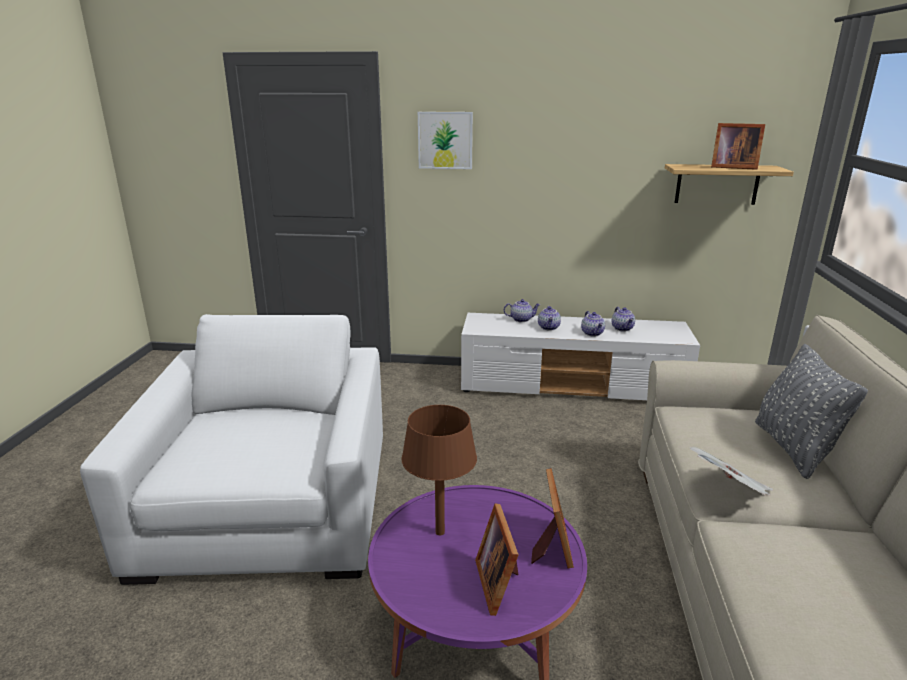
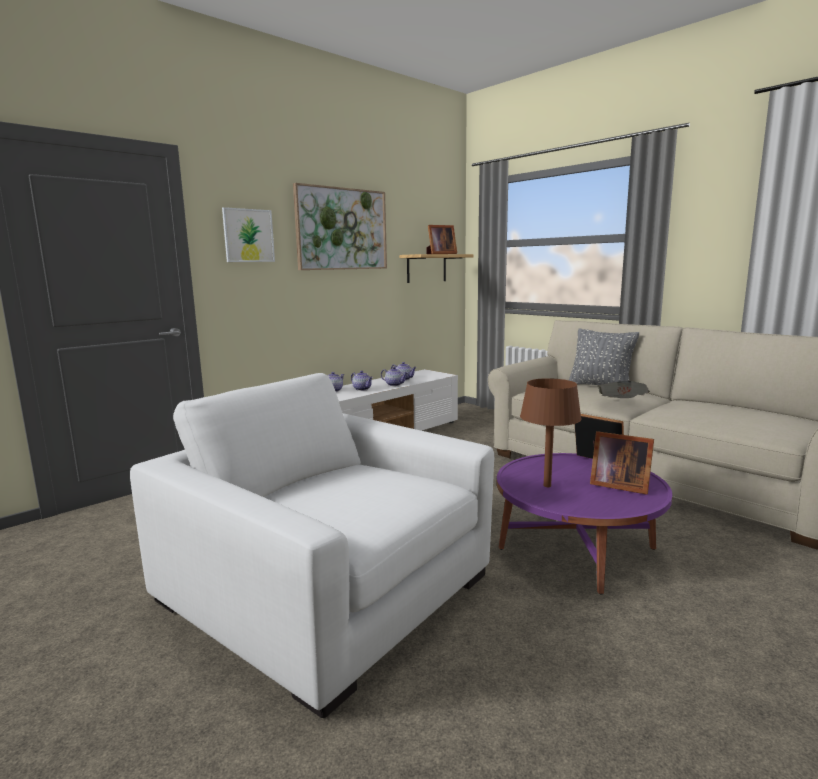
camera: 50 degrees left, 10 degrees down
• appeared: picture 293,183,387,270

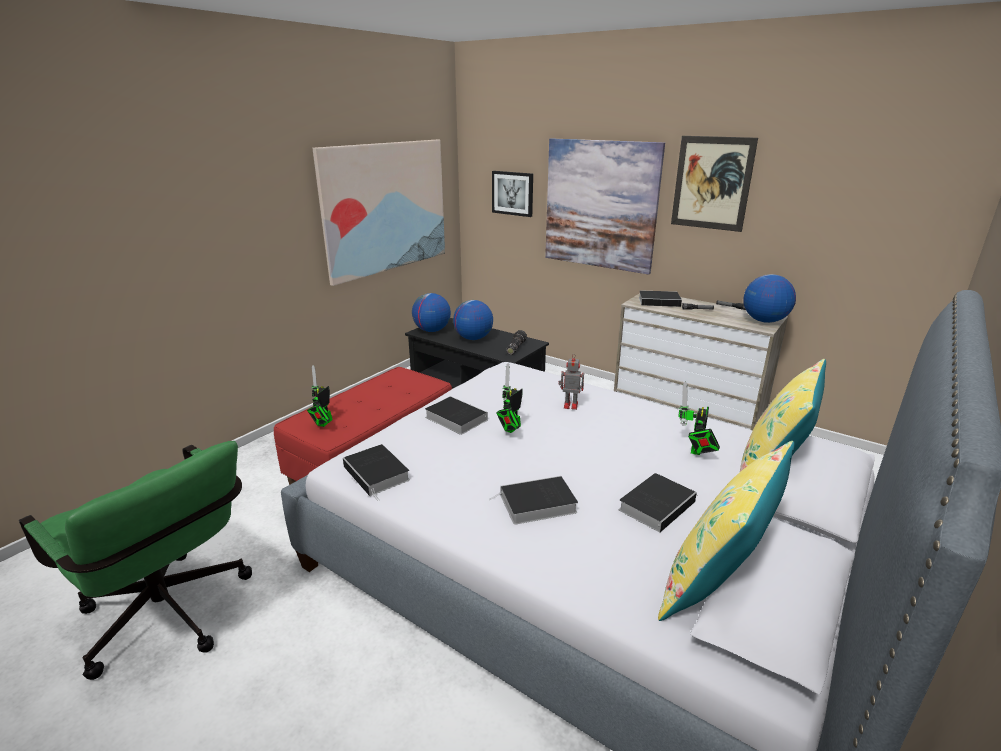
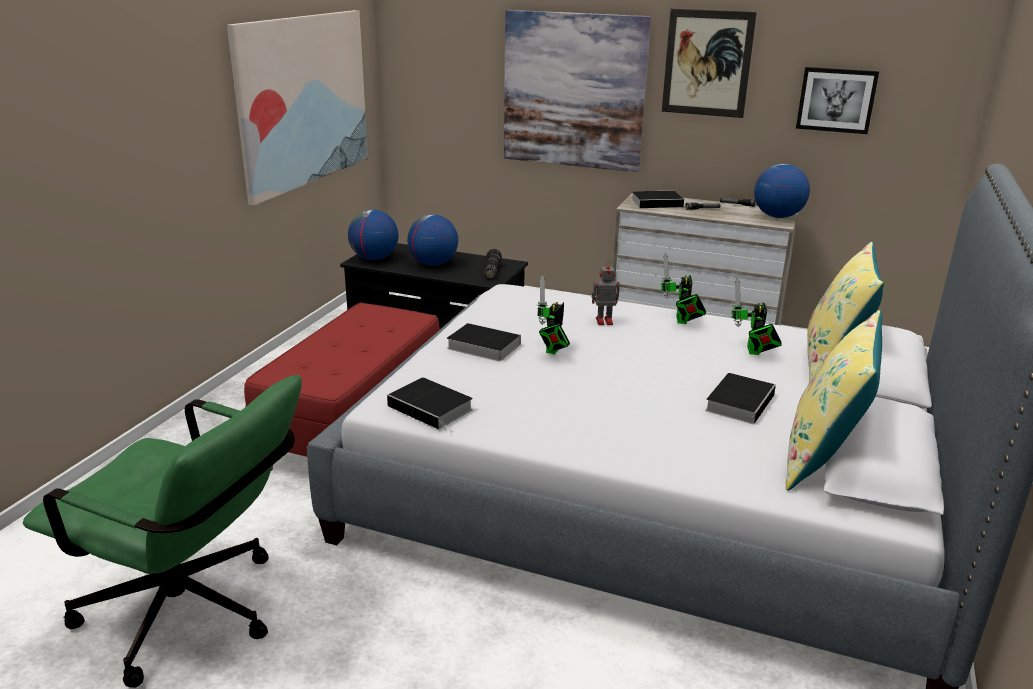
camera: 15 degrees left, 0 degrees up
• relocated: robot_figure 307,365,333,427 to 661,253,706,324
• missing: volume 490,476,578,525
• relocated: picture 492,171,533,217 to 796,67,879,134

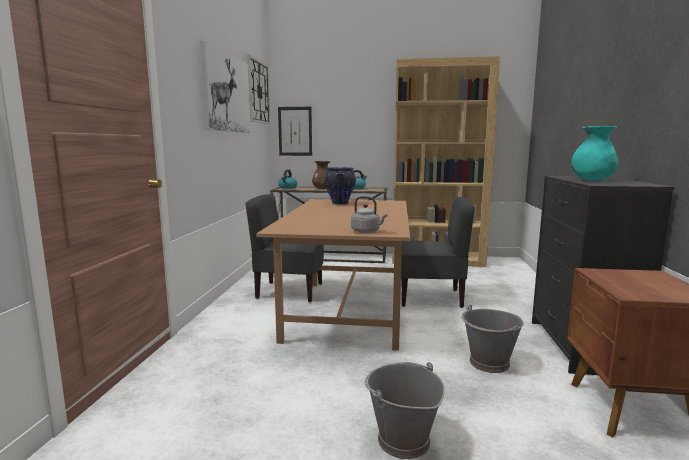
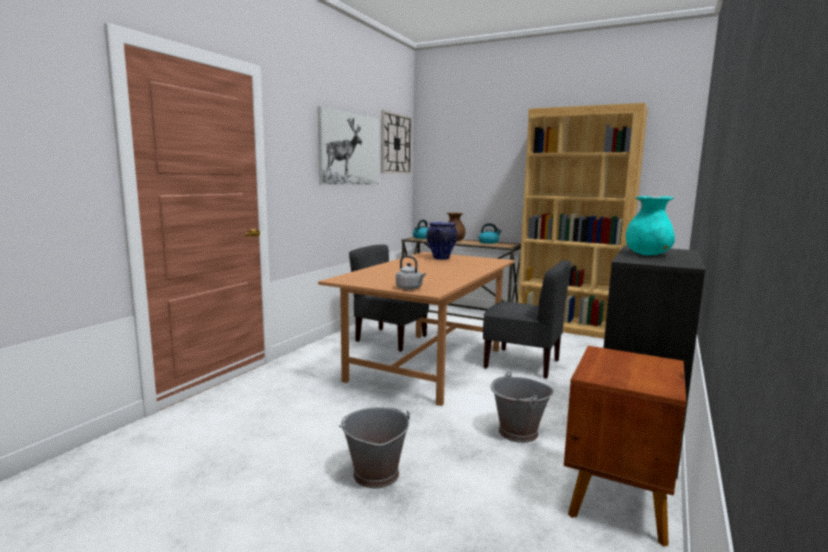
camera: 20 degrees right, 0 degrees up
• missing: picture 278,107,312,156

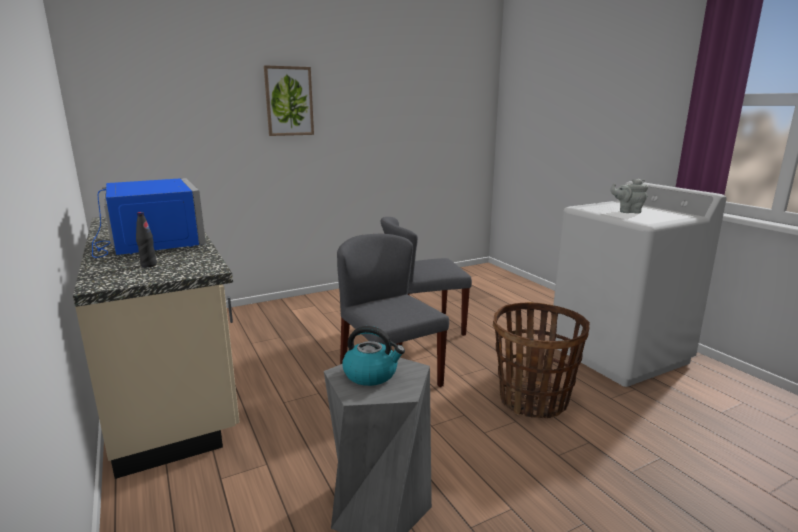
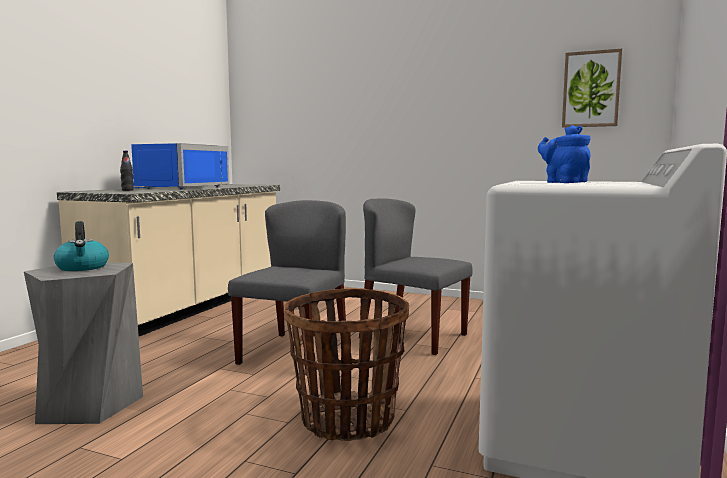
camera: 50 degrees right, 10 degrees down
• relocated: picture 264,65,314,136 to 562,49,622,128
• colour: grey_tea_pot 610,179,648,213 to blue_tea_pot 538,125,590,183

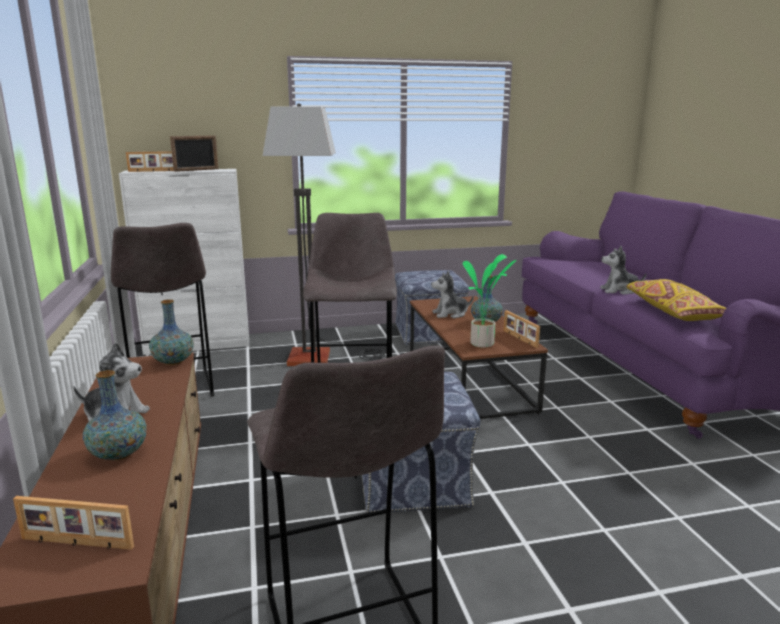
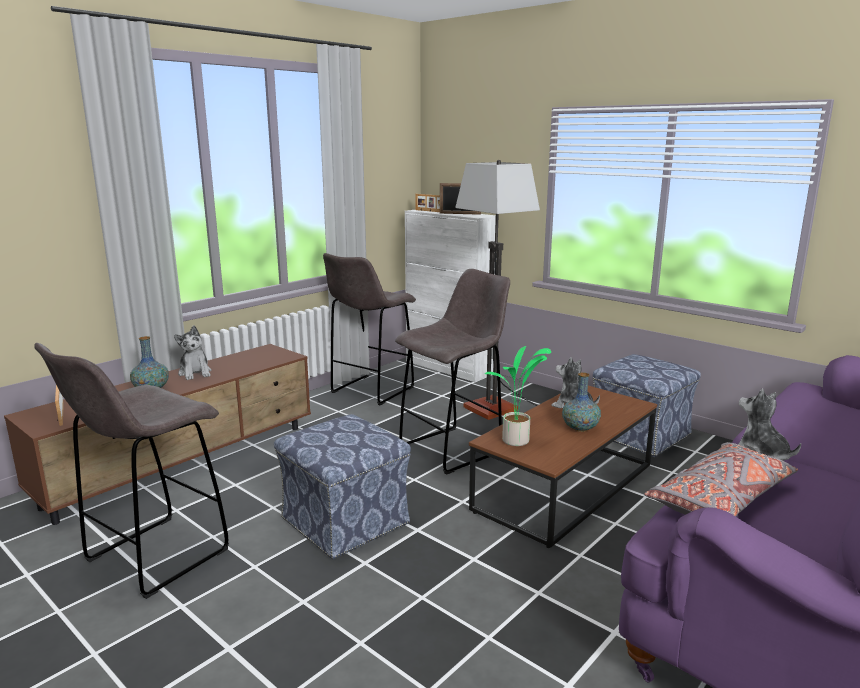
camera: 55 degrees right, 0 degrees up
• missing: decorative_vase 149,299,194,365
• missing: photo_frame 504,310,540,348
• colour: yellowish_throw_pillow 626,279,726,321 to grey_throw_pillow 644,442,798,517

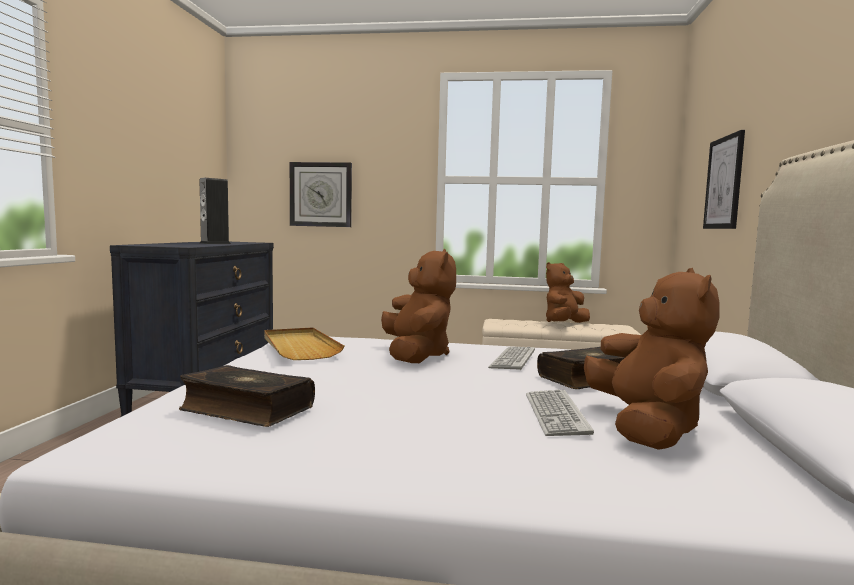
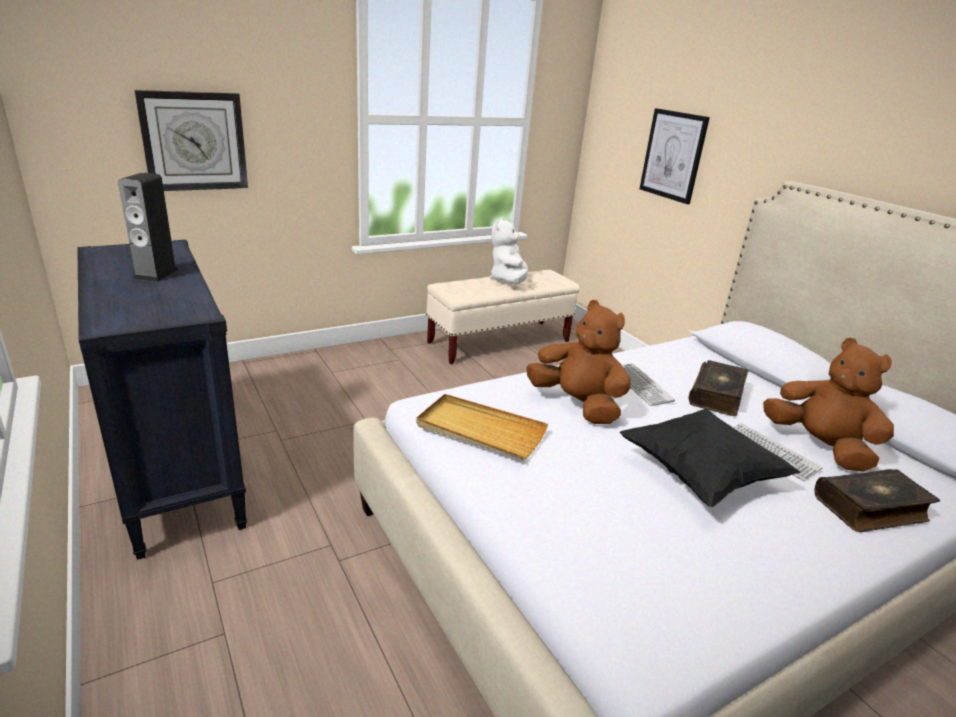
camera: 40 degrees left, 20 degrees up
• relocated: volume 179,365,315,427 to 814,469,940,532
• colour: brown_cuddly_toy 546,262,590,323 to white-coloured_cuddly_toy 490,218,528,284
• appeared: blackish_throw_pillow 620,408,801,507

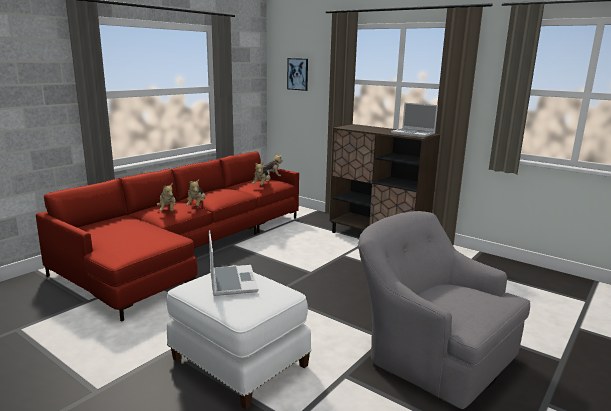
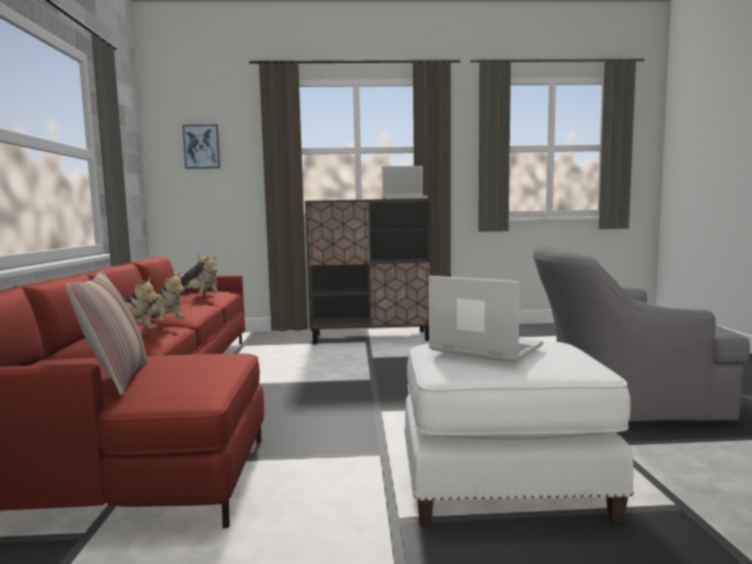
camera: 40 degrees left, 10 degrees down
• appeared: throw_pillow 65,270,148,395

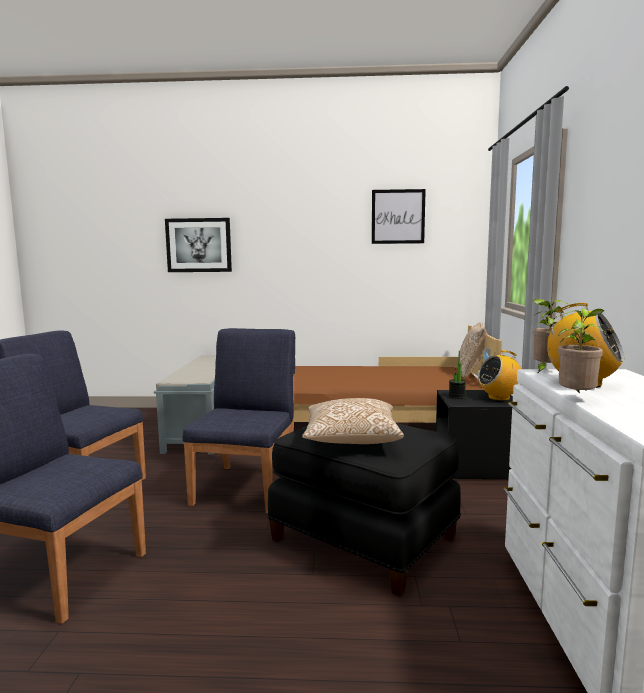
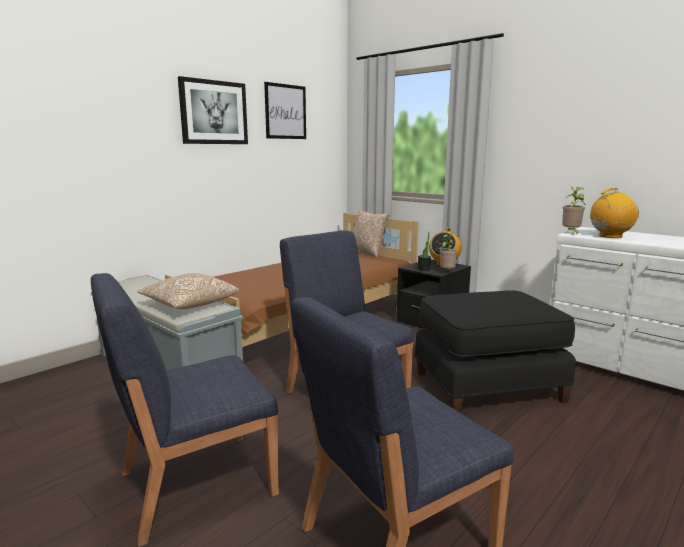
camera: 50 degrees left, 5 degrees up
• relocated: picture 165,218,232,272 to 178,76,248,144
• relocated: throw_pillow 302,398,404,444 to 137,273,239,309
• relocated: plant_in_a_pot 558,308,605,394 to 440,233,457,269

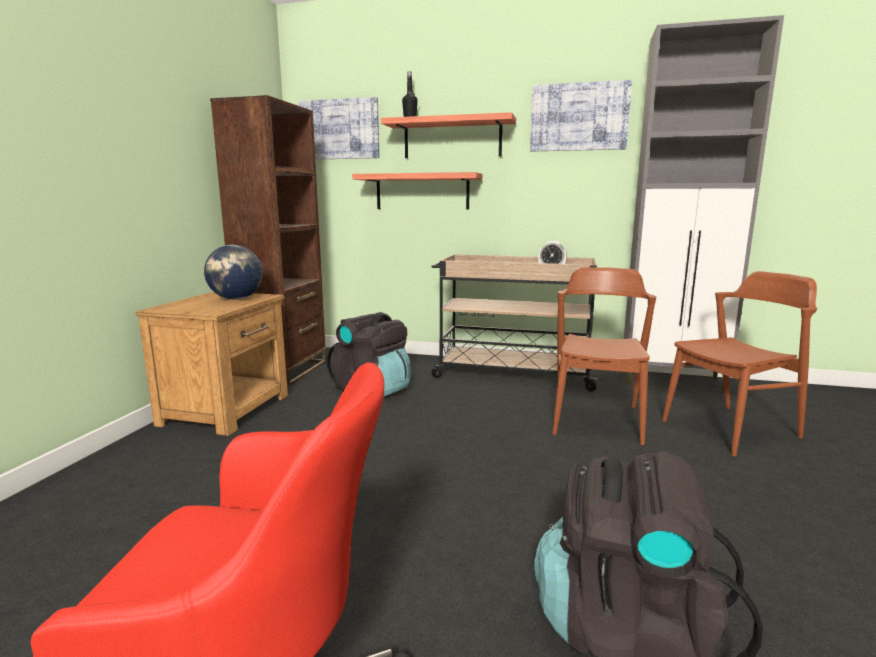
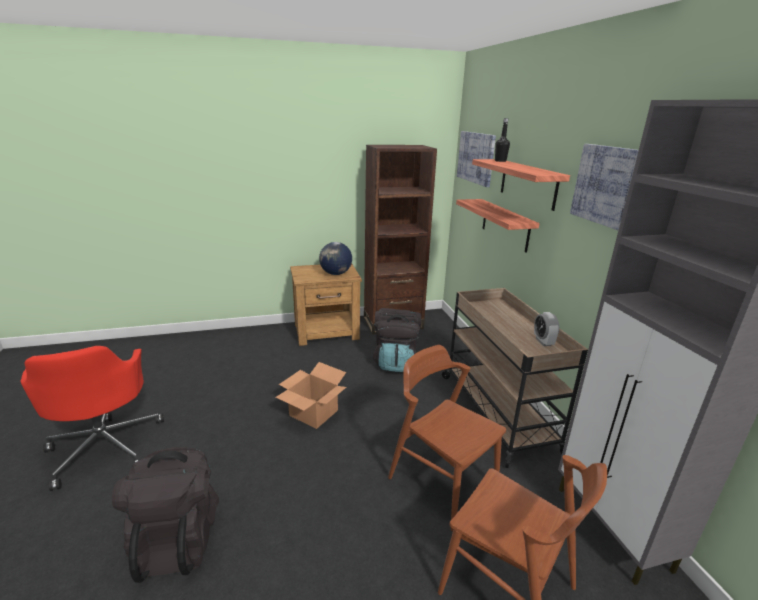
camera: 60 degrees right, 10 degrees up
• spun: brown_plain_chair 552,267,656,445 = 388,345,506,531 120 degrees counterclockwise
• appeared: cardboard_box 275,362,346,429

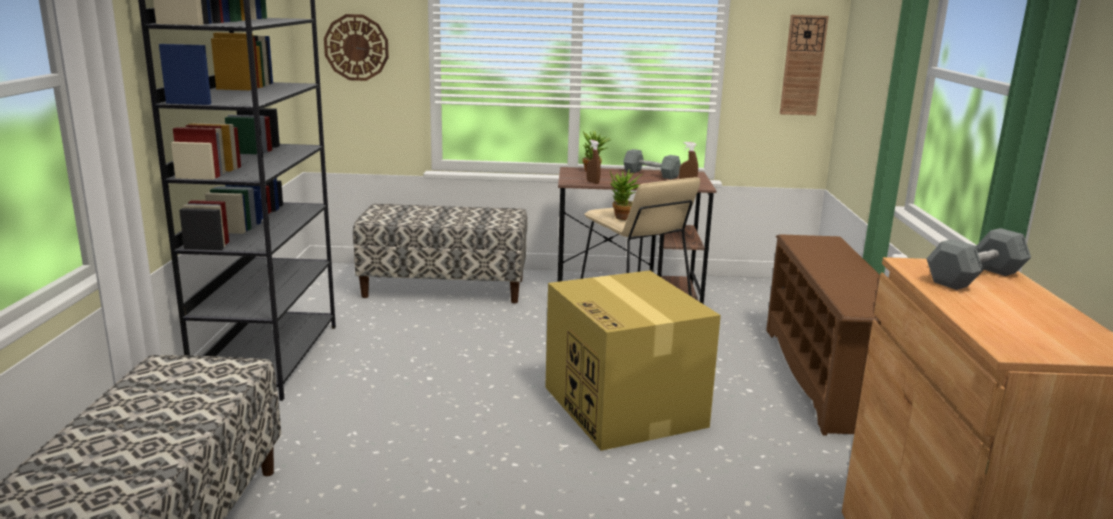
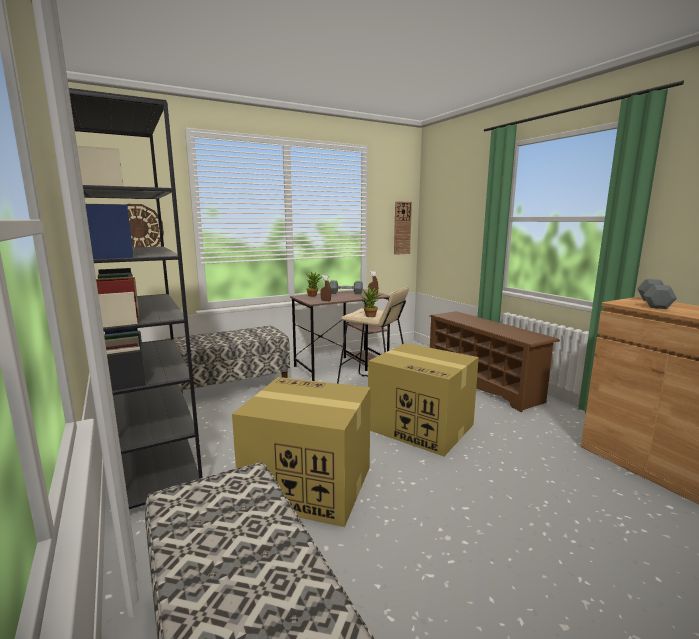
camera: 30 degrees left, 5 degrees down
• appeared: cardboard_box 232,377,371,527

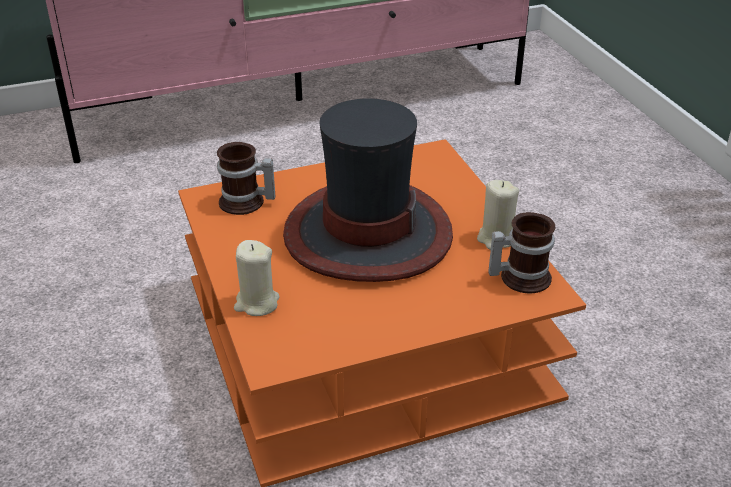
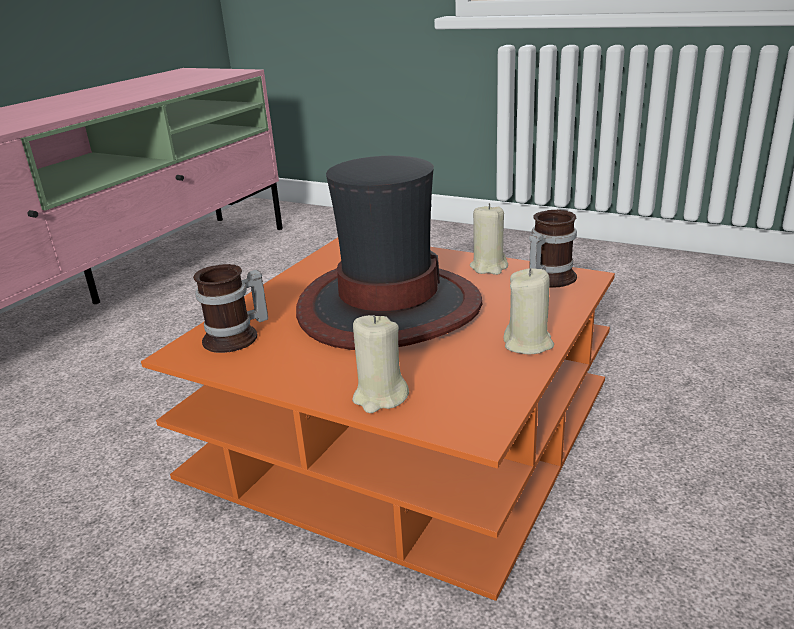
camera: 40 degrees left, 10 degrees down
• appeared: sand-coloured_wax_light 503,268,554,355

